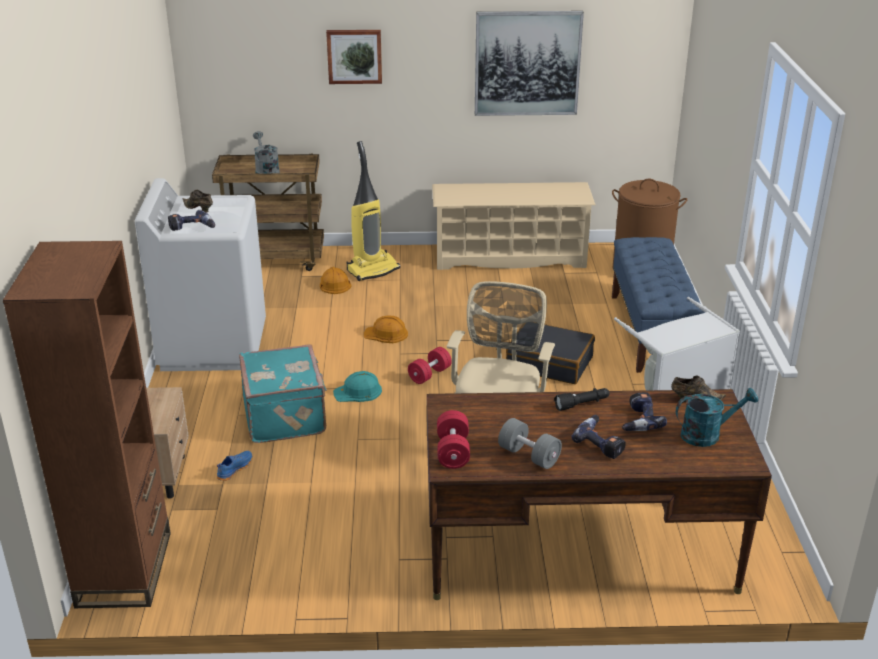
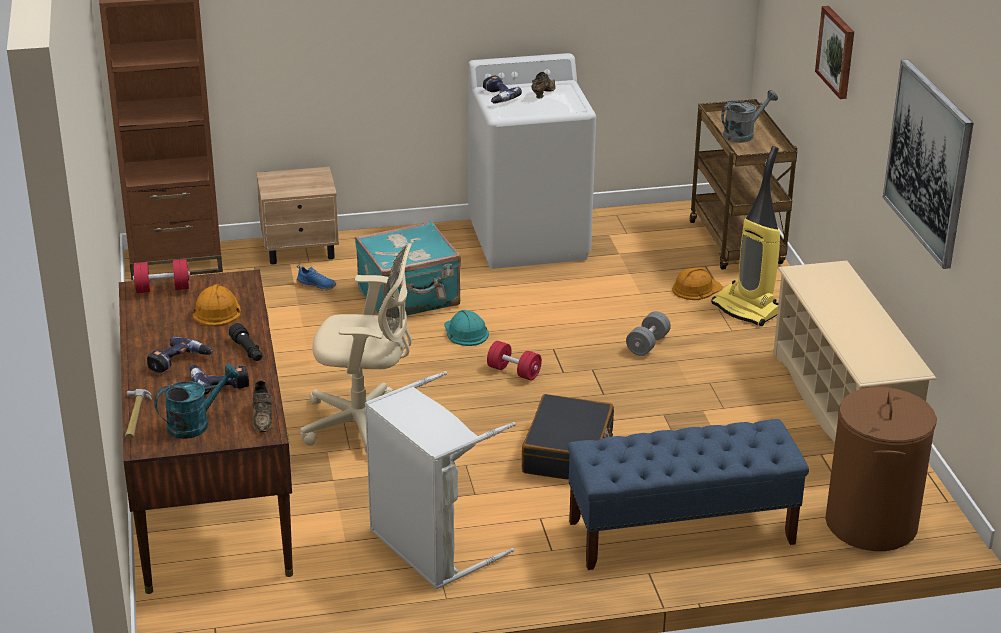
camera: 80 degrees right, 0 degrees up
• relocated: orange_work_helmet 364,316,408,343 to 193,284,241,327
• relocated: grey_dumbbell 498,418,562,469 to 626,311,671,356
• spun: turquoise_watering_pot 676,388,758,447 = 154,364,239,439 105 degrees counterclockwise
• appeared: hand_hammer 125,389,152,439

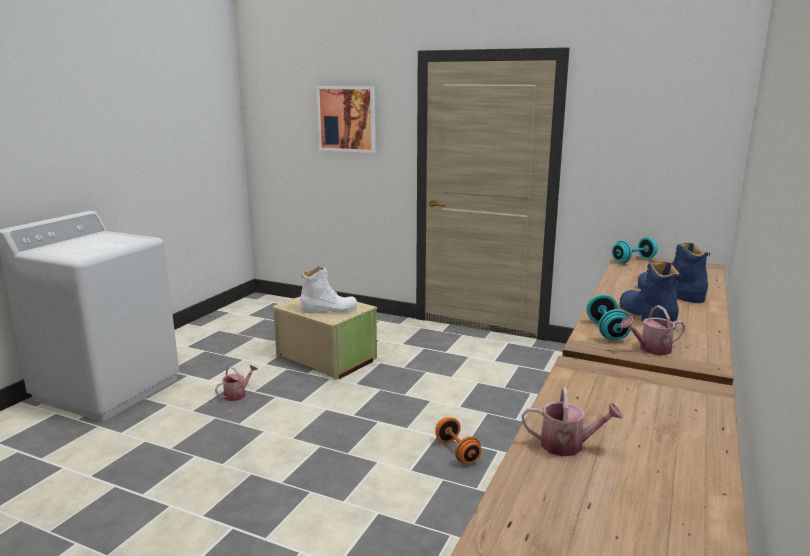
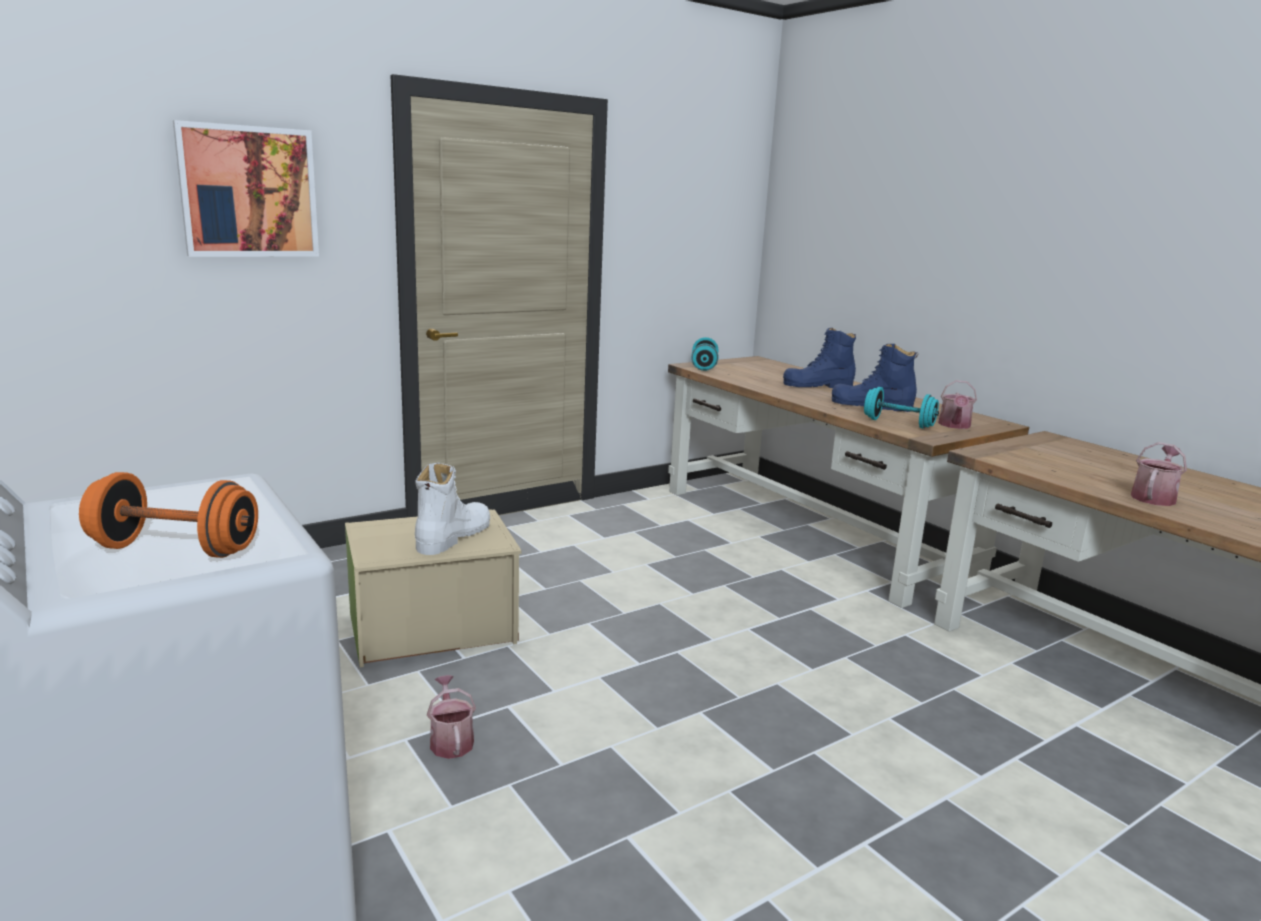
camera: 60 degrees left, 0 degrees up
• relocated: orange_dumbbell 435,417,482,464 to 79,472,258,558

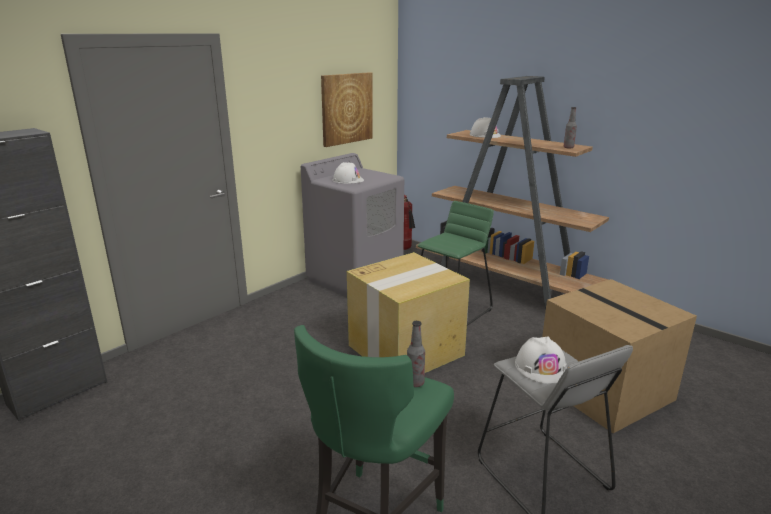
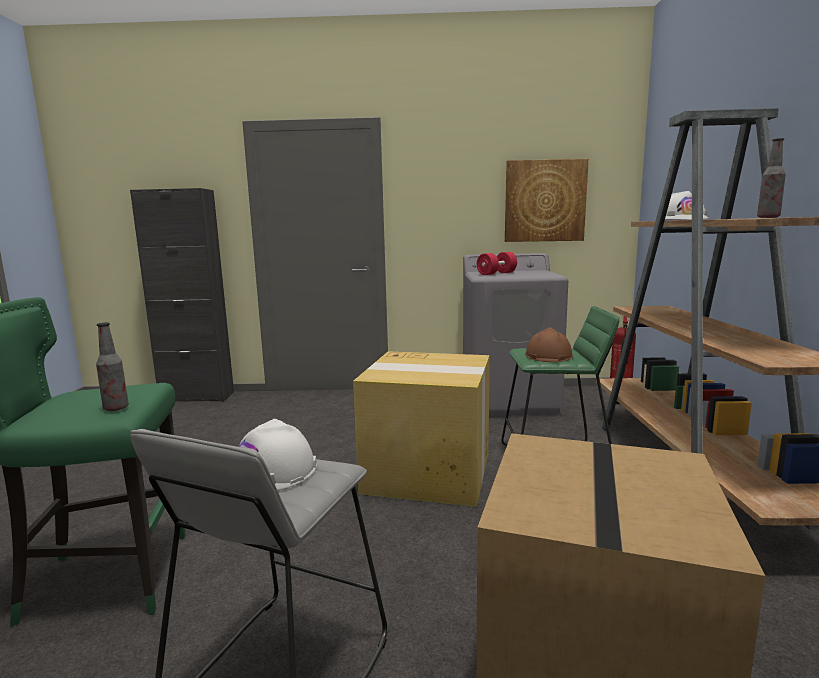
camera: 50 degrees right, 10 degrees down
• exchanged: white-coloured_work_helmet 332,162,364,184 to red_dumbbell 477,252,517,275
• appeared: brown_work_helmet 525,327,573,362

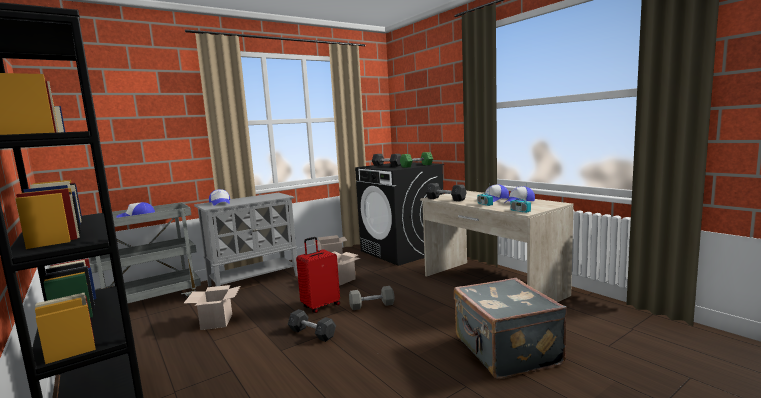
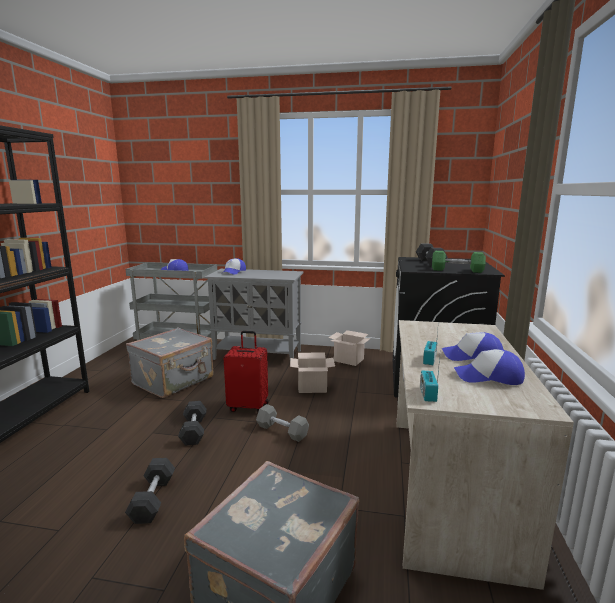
camera: 45 degrees right, 5 degrees up
• exchanged: cardboard_box 184,285,240,330 to grey_suitcase 126,328,214,398
• relocated: grey_dumbbell 426,183,467,201 to 125,458,175,524

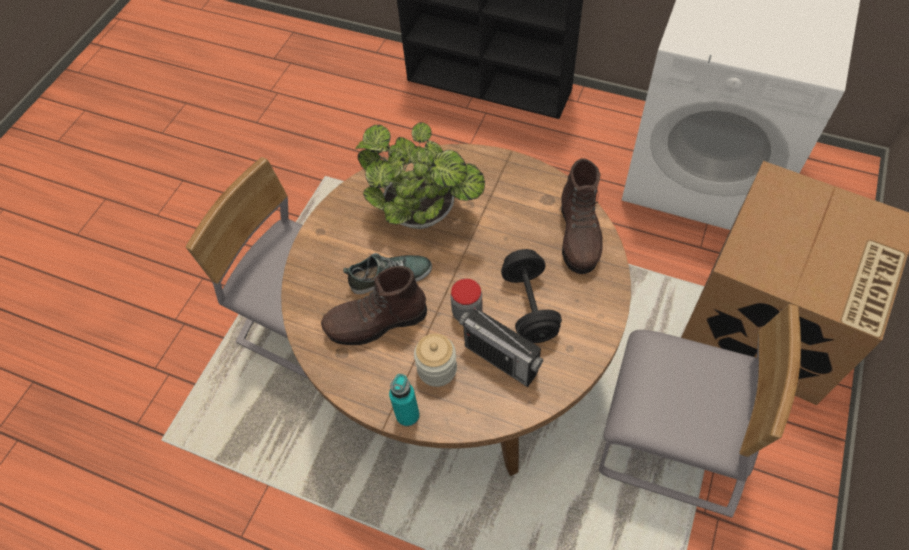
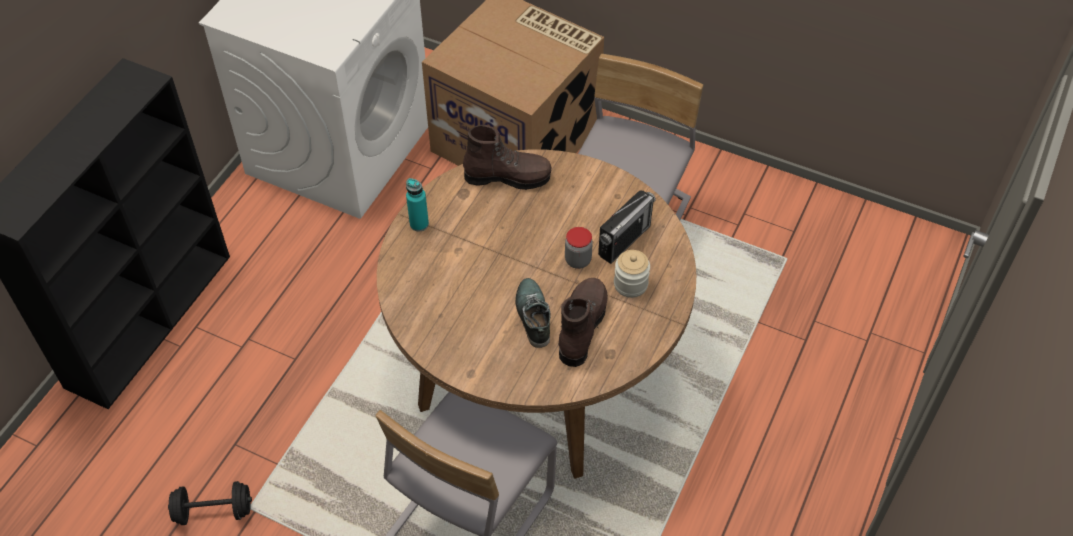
camera: 90 degrees left, 5 degrees down
• spun: brown_boot 321,266,427,345 = 559,278,607,367 150 degrees counterclockwise
• missing: plant_in_a_pot 355,122,485,229
• relocated: turquoise_bottle 389,374,420,427 to 406,178,429,232
• relocated: blackish_dumbbell 501,249,562,343 to 168,481,252,525

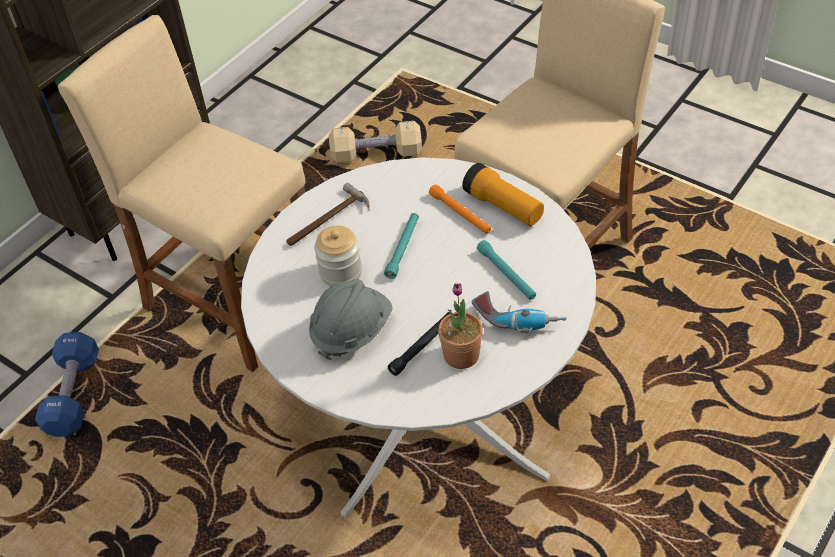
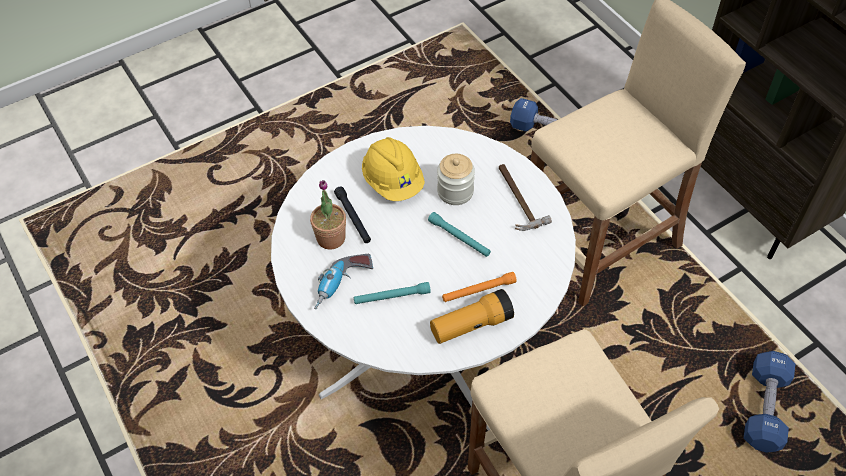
camera: 110 degrees right, 5 degrees up
• colour: grey_work_helmet 309,279,392,361 to yellowish_work_helmet 362,137,425,201
• colour: sand-coloured_dumbbell 329,121,422,163 to blue_dumbbell 744,351,795,453

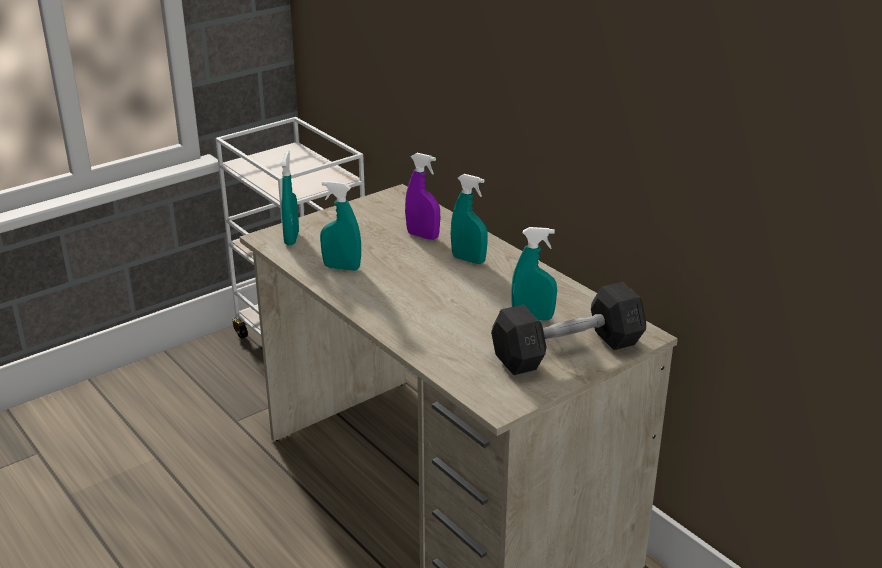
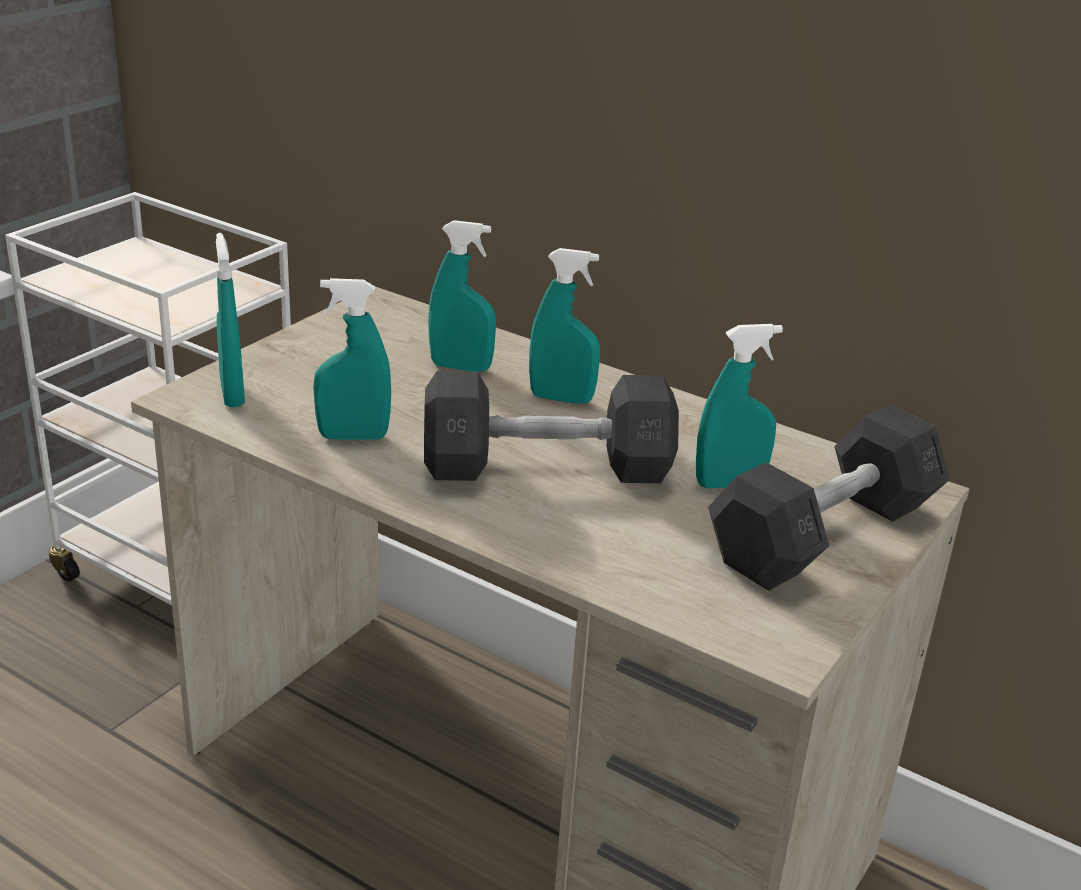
camera: 20 degrees left, 0 degrees up
• colour: purple-coloured_spray_bottle 405,153,440,240 to turquoise_spray_bottle 428,220,496,372
• appeared: grey_dumbbell 424,371,679,483

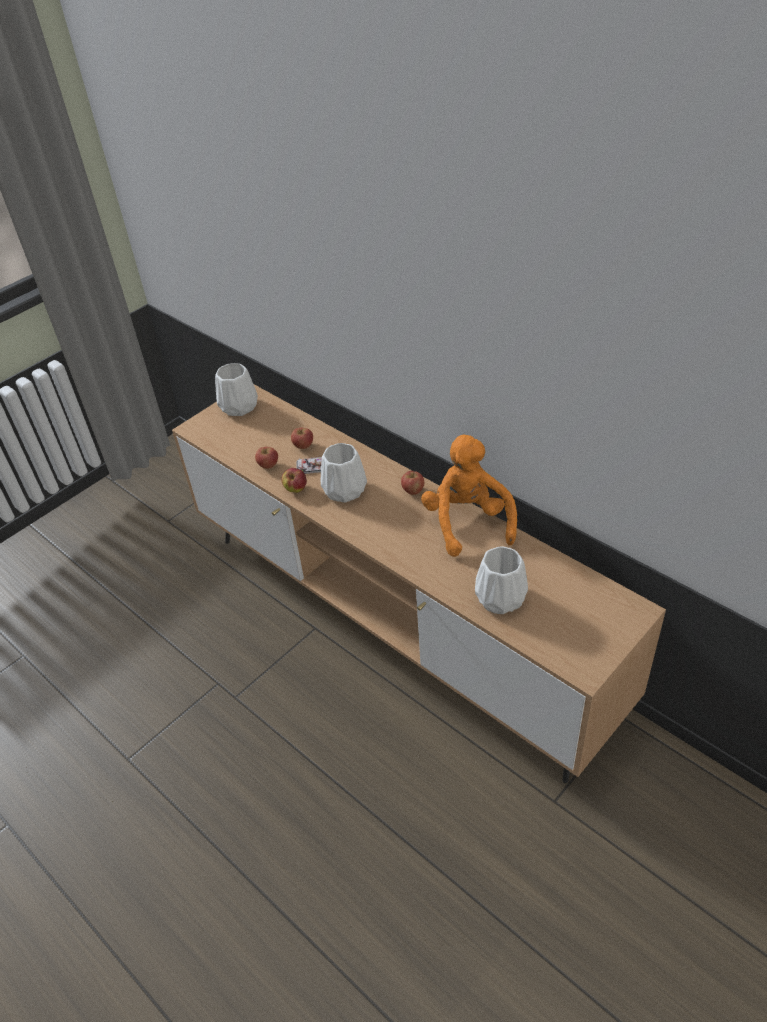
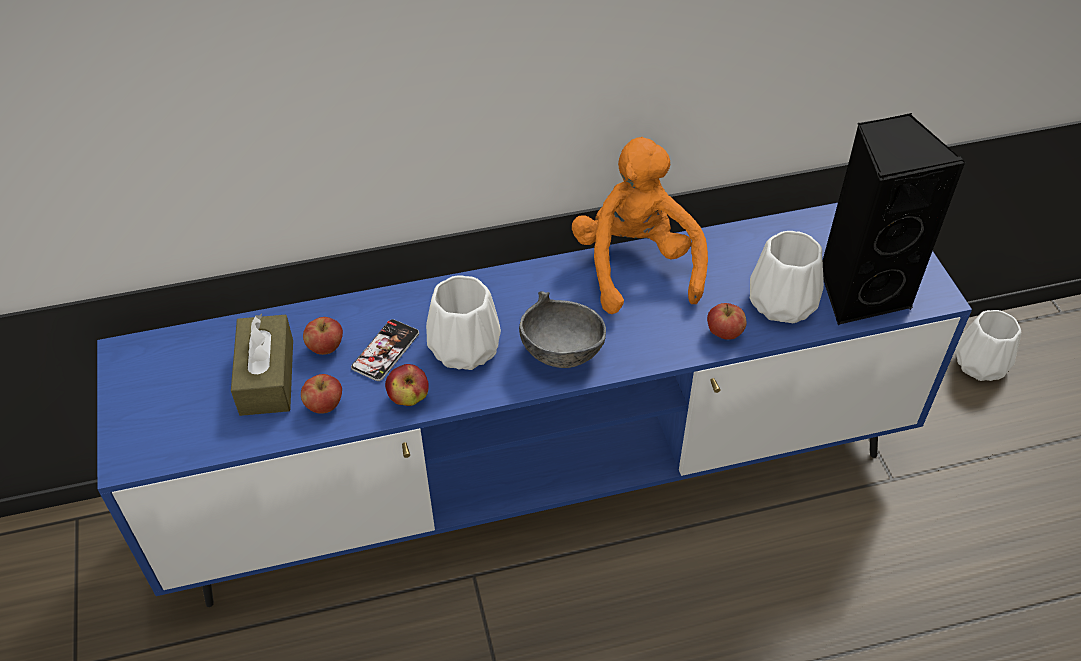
camera: 60 degrees left, 5 degrees up
• colour: brown_media_console 172,385,666,783 to blue_media_console 97,203,972,607
• relocated: white-coloured_decorative_vase 215,363,258,416 to 955,310,1021,381
• relocated: apple 401,471,424,495 to 707,303,747,340
• spun: orange_cuddly_toy 421,434,517,557 = 572,137,708,314 60 degrees clockwise
• appeared: brown_box_of_tissues 231,314,293,416
• appeared: grey_serving_bowl 519,291,606,368
• appeared: blackish_speaker 823,113,966,325

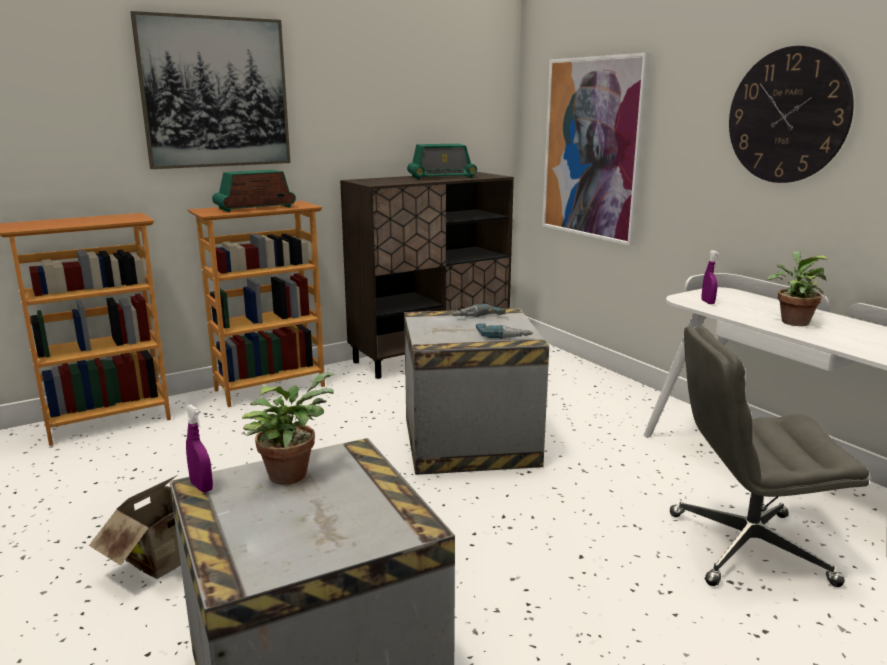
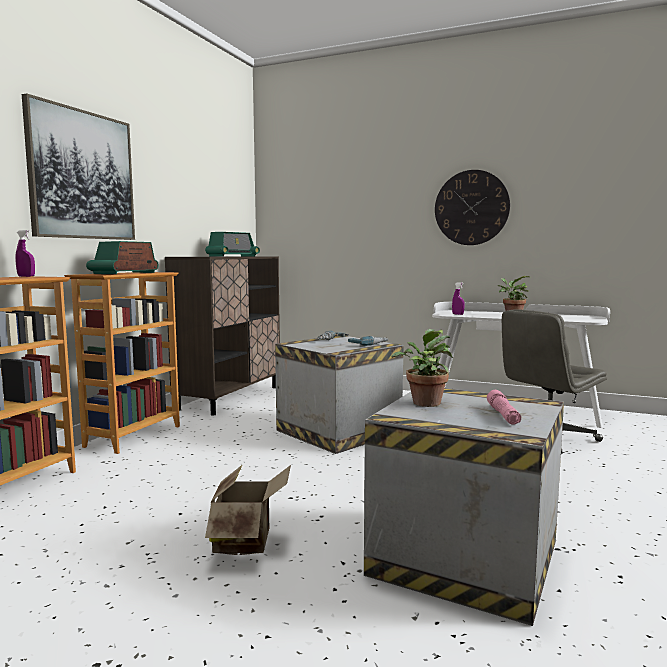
camera: 35 degrees left, 10 degrees down
• relocated: purple-coloured_spray_bottle 185,404,213,492 to 15,230,35,277
• missing: picture 542,53,650,245
• appeared: pink_torch 487,390,521,425

